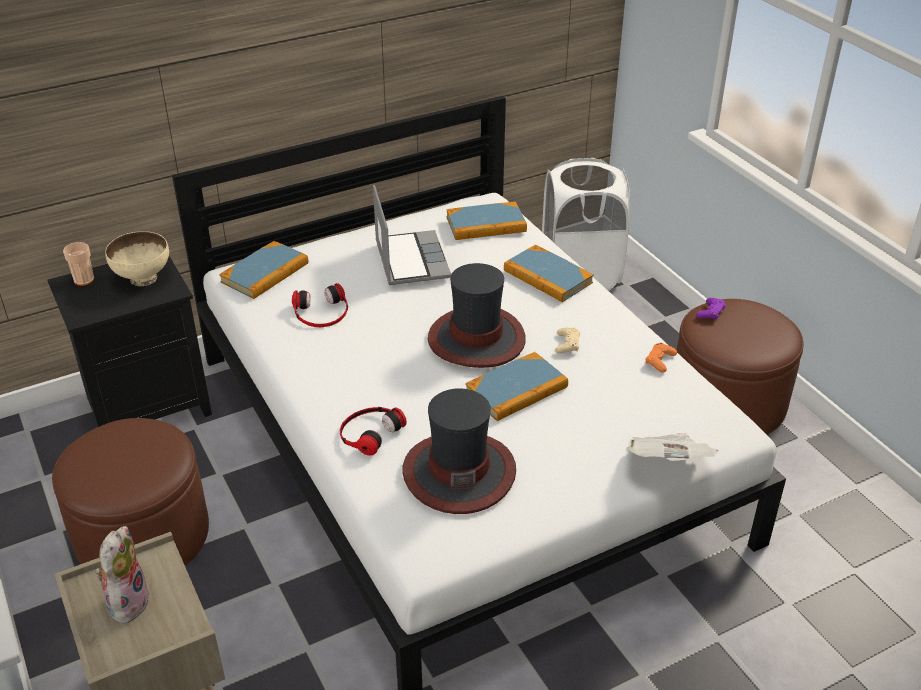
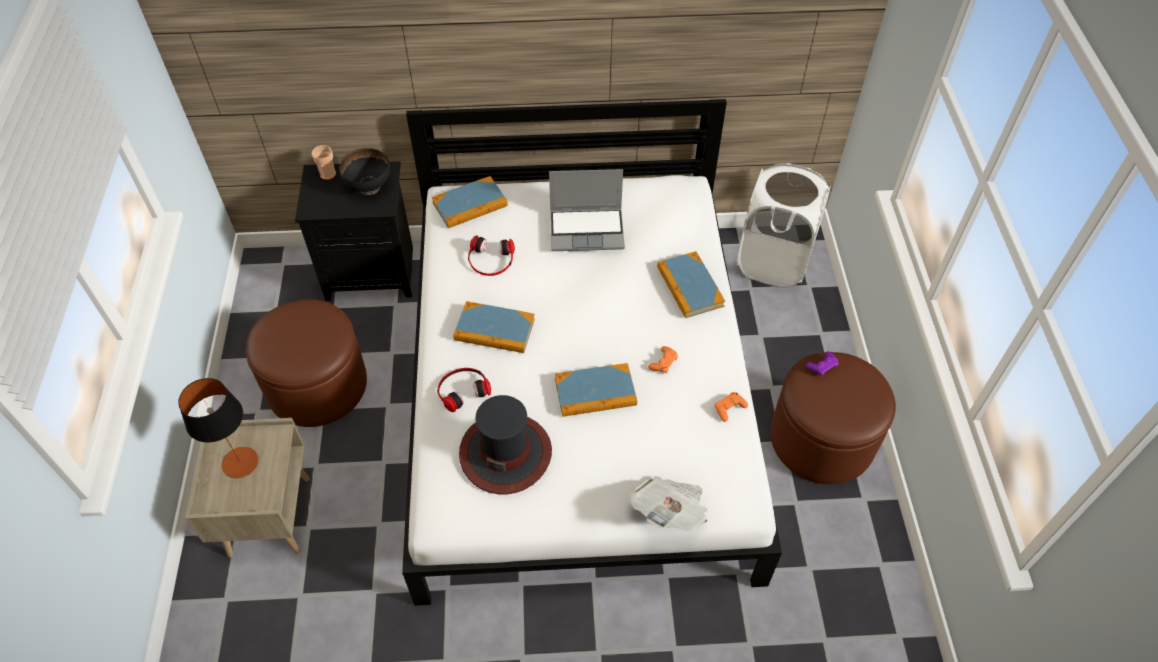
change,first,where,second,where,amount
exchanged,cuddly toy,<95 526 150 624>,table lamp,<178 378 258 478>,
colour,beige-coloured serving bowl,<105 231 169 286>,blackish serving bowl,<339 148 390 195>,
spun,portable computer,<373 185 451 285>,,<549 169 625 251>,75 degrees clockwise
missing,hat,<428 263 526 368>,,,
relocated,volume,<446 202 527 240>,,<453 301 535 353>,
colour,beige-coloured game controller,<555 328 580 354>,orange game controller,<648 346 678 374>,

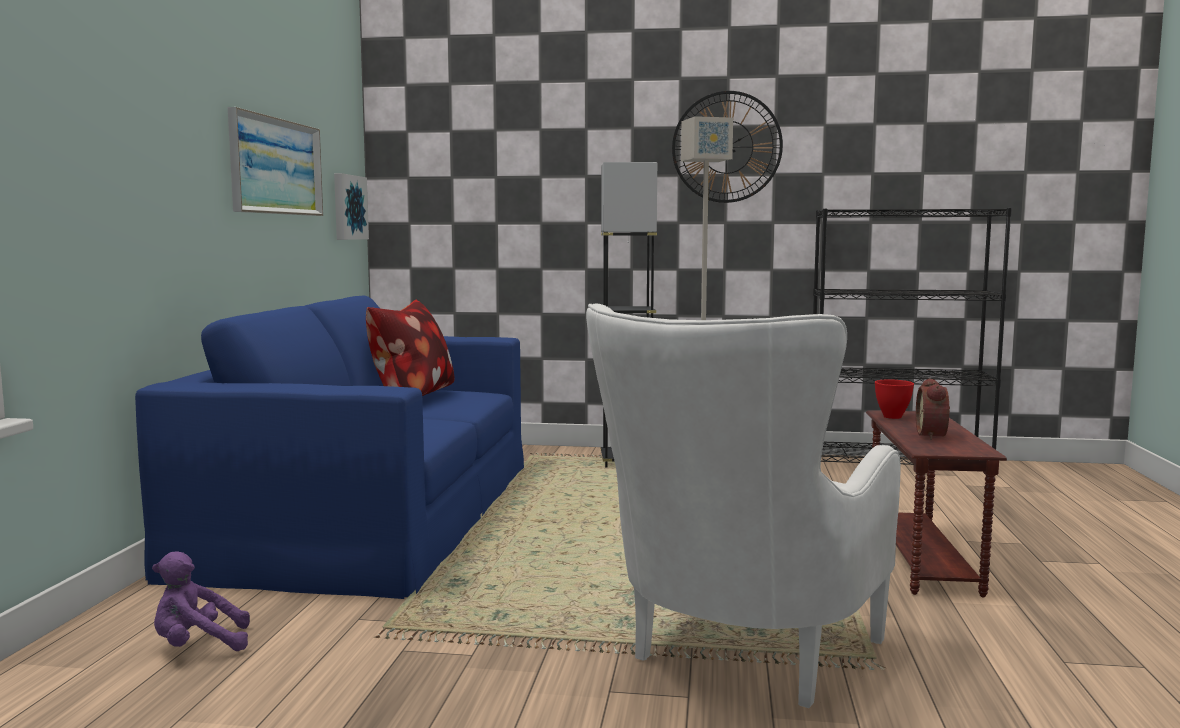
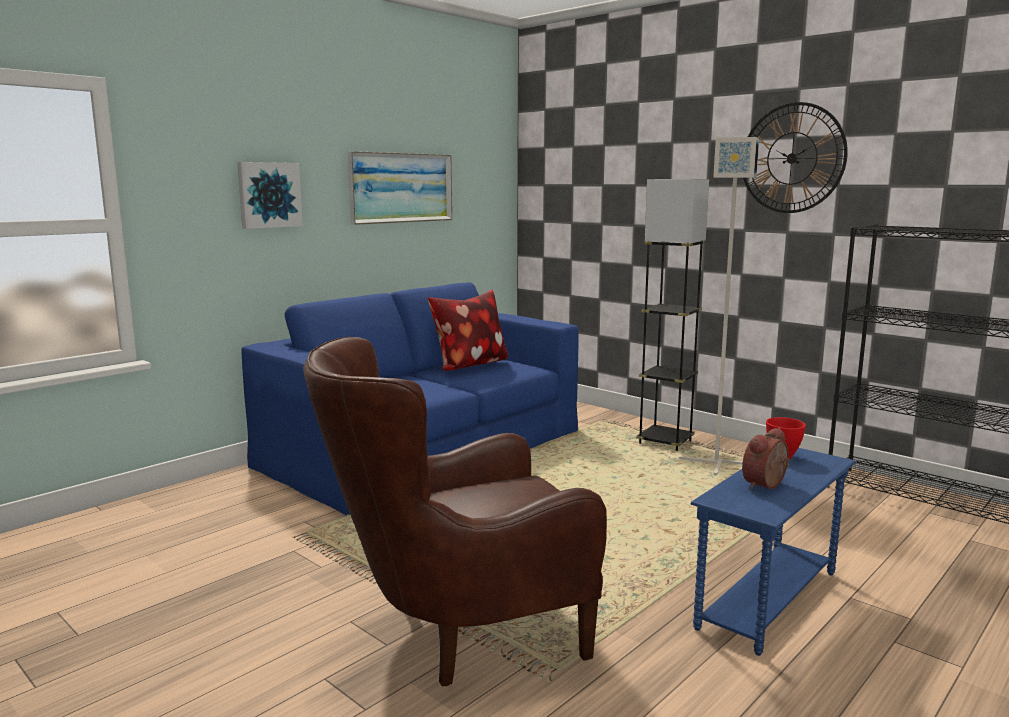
change,first,where,second,where,amount
missing,purple cuddly toy,<152 551 250 651>,,,
relocated,wall picture,<334 173 369 240>,,<237 162 303 229>,
colour,white-coloured easy chair,<586 303 901 708>,brownish easy chair,<303 337 607 686>,
colour,brownish end table,<866 410 1007 598>,bluish end table,<691 448 856 656>,

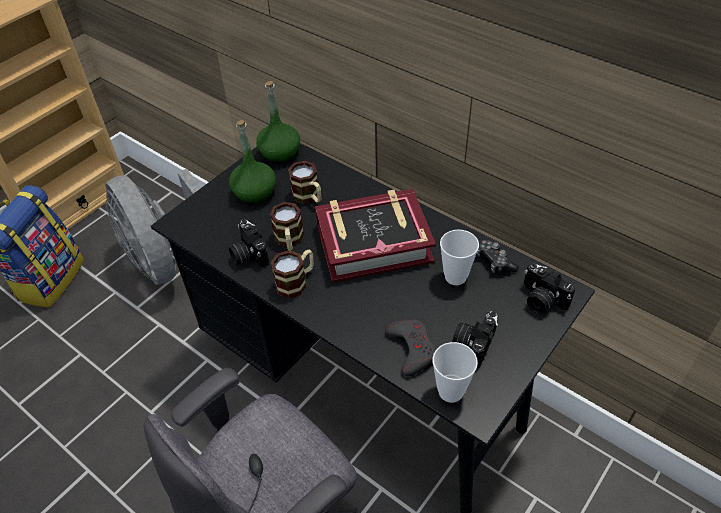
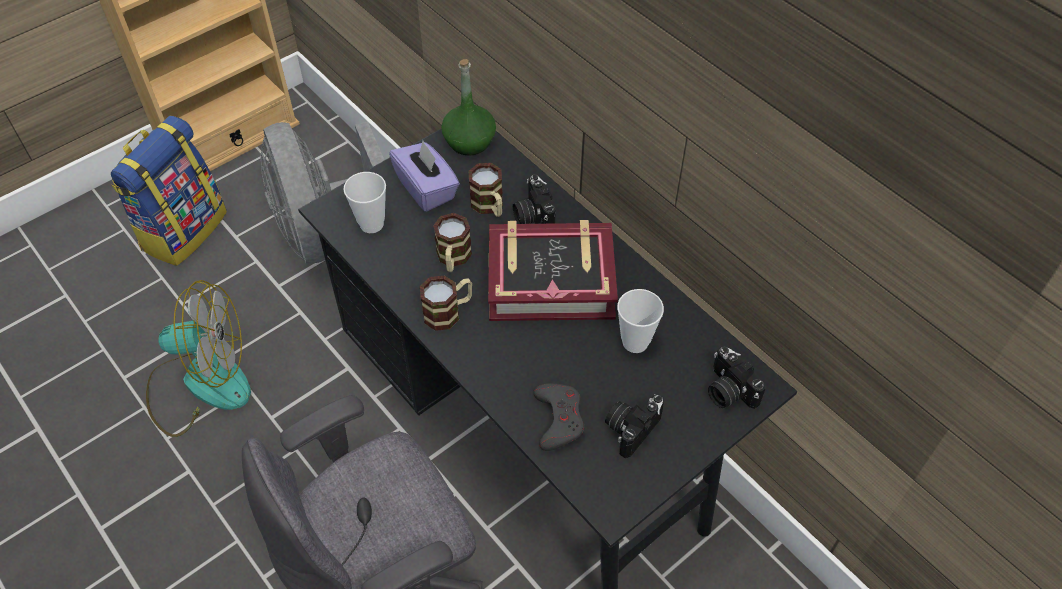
change,first,where,second,where,amount
exchanged,green beverage bottle,<229 120 276 204>,purple box of tissues,<389 140 460 212>,
relocated,still camera,<229 219 269 267>,,<513 174 556 224>,
relocated,cup,<432 342 478 403>,,<343 172 386 233>,
missing,game controller,<477 240 519 273>,,,
appeared,,,electric fan,<146 280 251 437>,

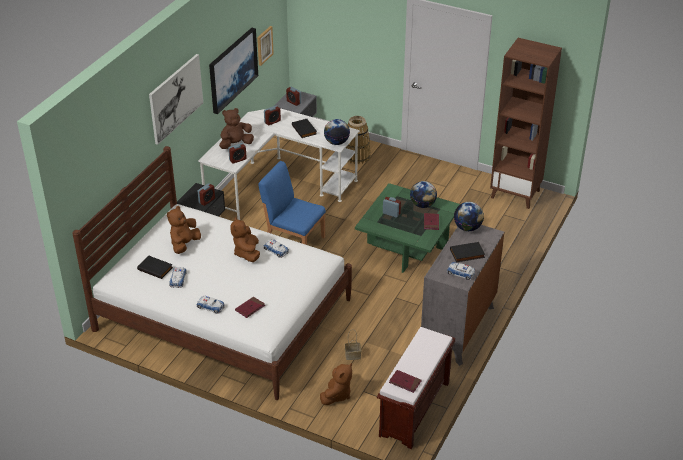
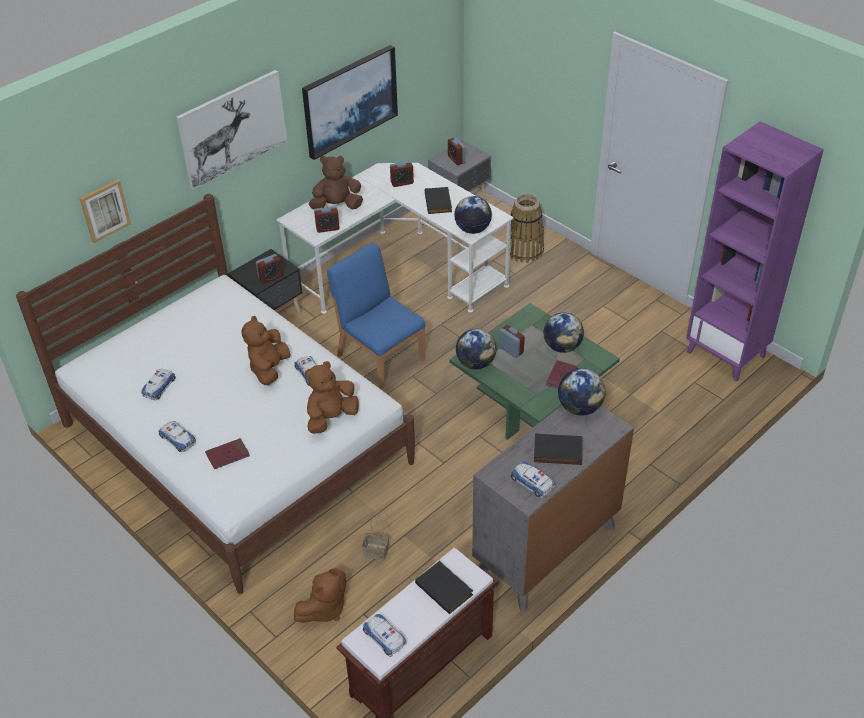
change,first,where,second,where,amount
relocated,blackish volume,<137 256 173 279>,,<415 561 473 614>,
relocated,brownish cuddly toy,<167 206 201 254>,,<305 361 359 434>,
relocated,wall picture,<257 26 274 66>,,<80 179 131 243>,
exchanged,red-coloured volume,<389 370 421 393>,toy car,<363 614 407 657>,
colour,brownish shelving unit,<490 38 562 209>,purple shelving unit,<686 121 824 382>,
appeared,,,world globe,<456 329 497 369>,

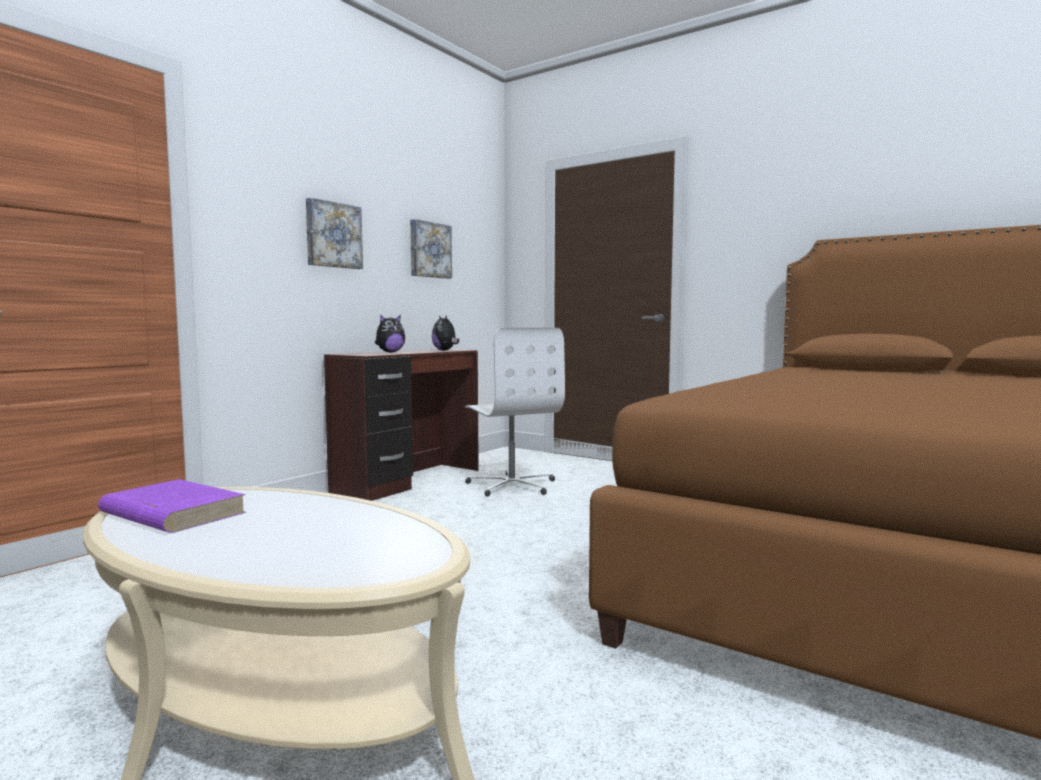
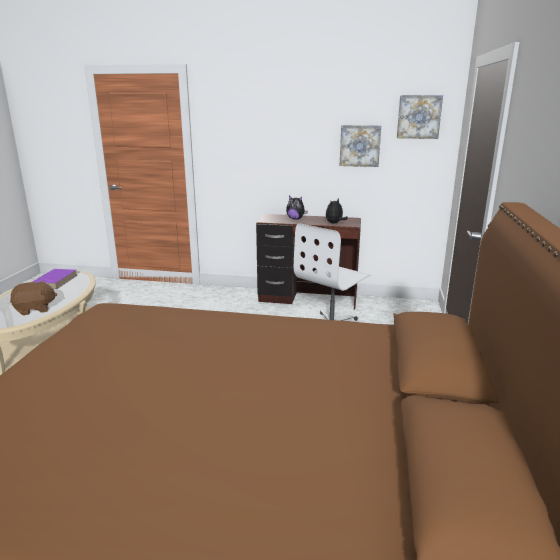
change,first,where,second,where,amount
relocated,wall picture,<306 198 363 269>,,<397 95 443 139>,
appeared,,,brownish cuddly toy,<10 281 57 315>,

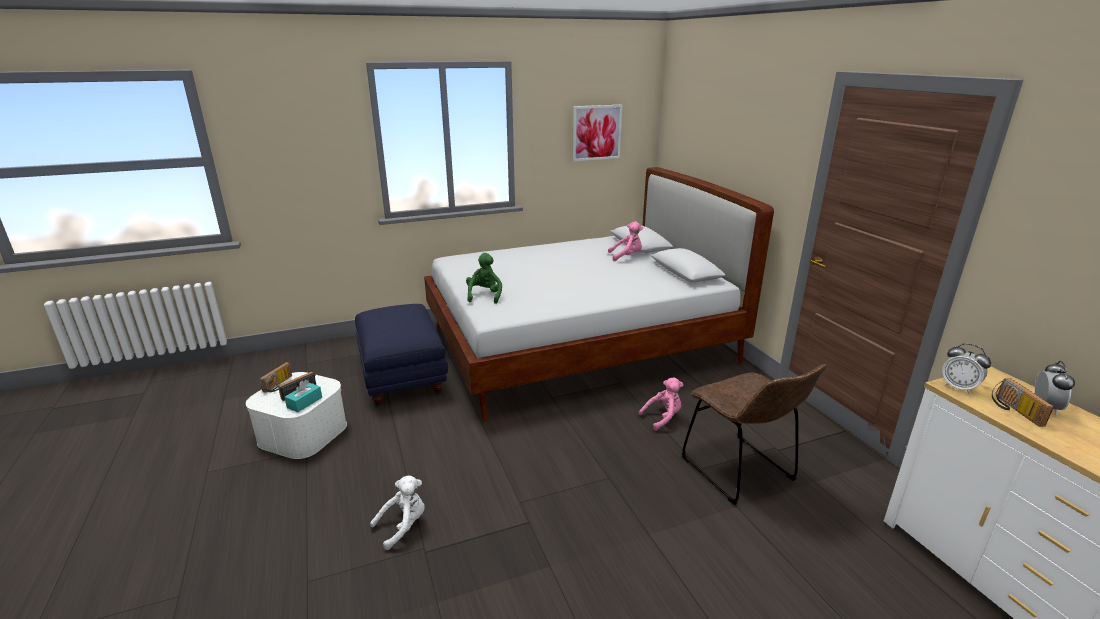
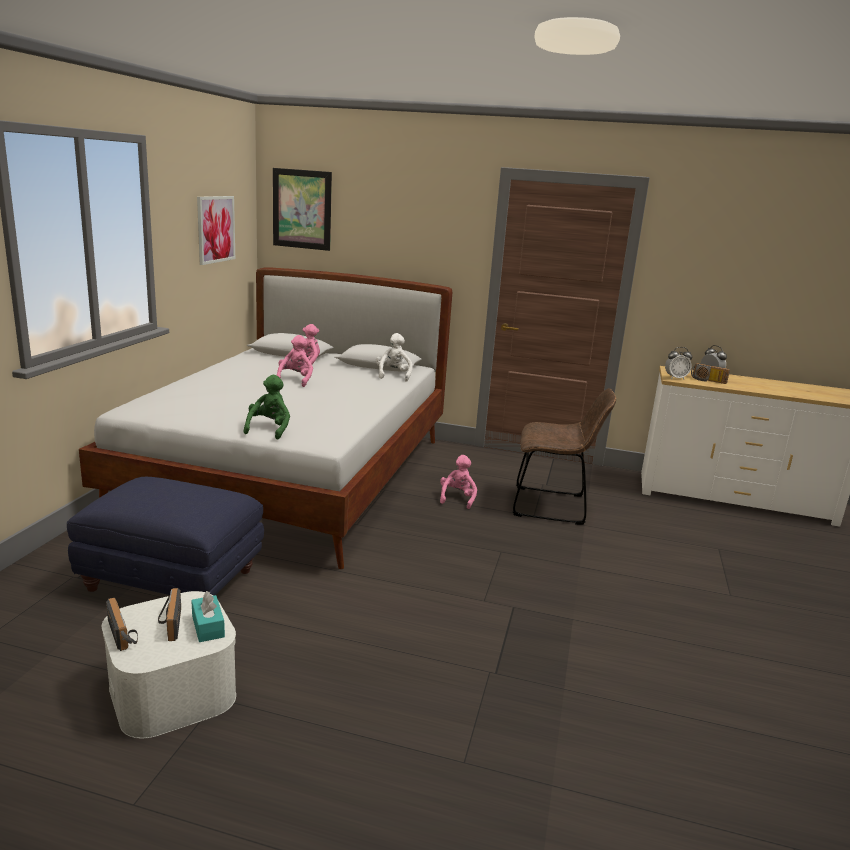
change,first,where,second,where,amount
relocated,white-coloured cuddly toy,<370 475 424 550>,,<376 333 413 382>,
spun,green cuddly toy,<466 253 502 304>,,<243 375 290 440>,60 degrees clockwise
appeared,,,wall picture,<273 168 332 251>,
appeared,,,pink-coloured cuddly toy,<277 335 313 387>,

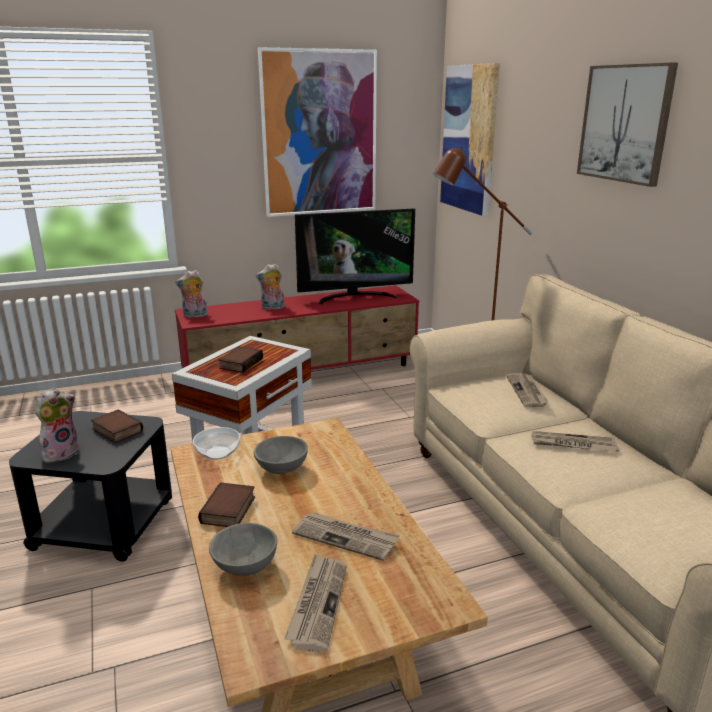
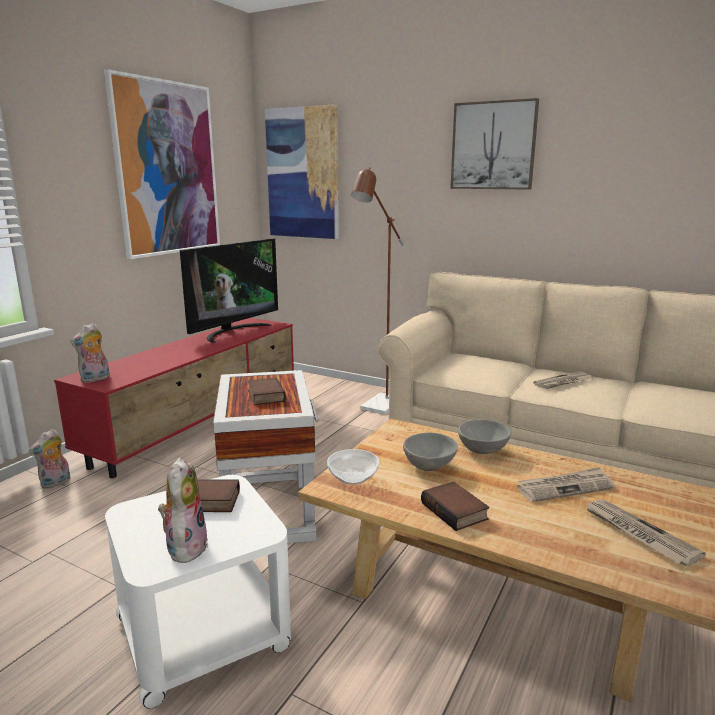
change,first,where,second,where,amount
colour,blackish end table,<9 411 172 561>,white-coloured end table,<105 475 291 709>,
relocated,grey serving bowl,<209 523 277 576>,,<458 420 511 454>,
relocated,cuddly toy,<256 264 285 310>,,<29 429 70 489>,
missing,daily paper,<506 373 549 407>,,,

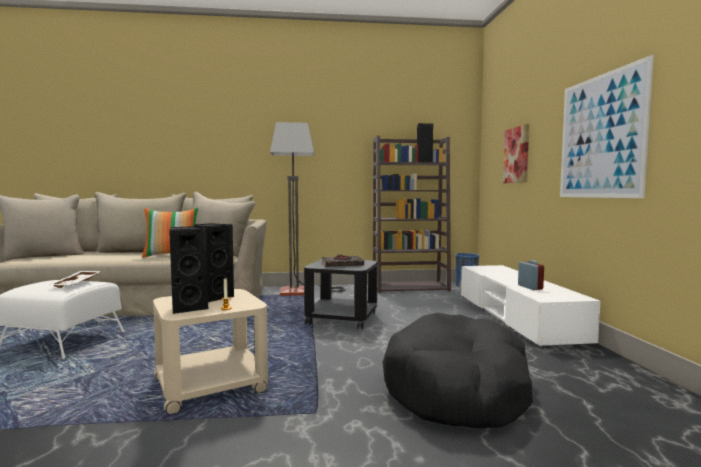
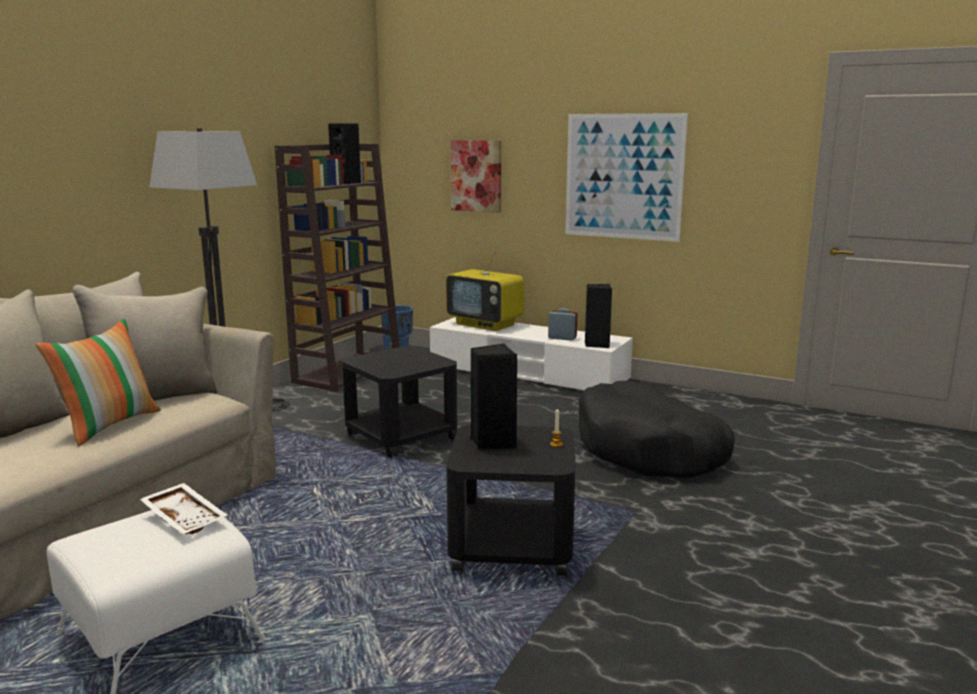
change,first,where,second,where,amount
colour,beige-coloured end table,<153 289 268 414>,blackish end table,<446 425 576 578>,
relocated,blackish loudspeaker,<169 226 208 314>,,<585 284 612 348>,
missing,blackish volume,<322 255 364 267>,,,
appeared,,,TV set,<446 242 524 331>,

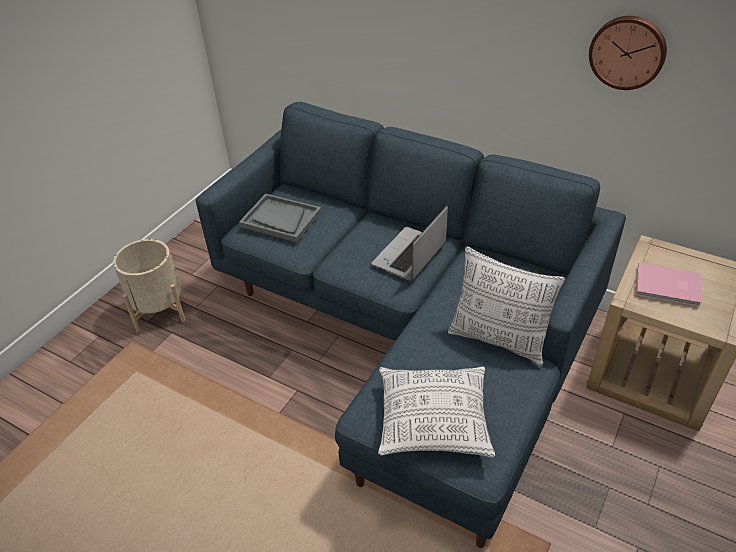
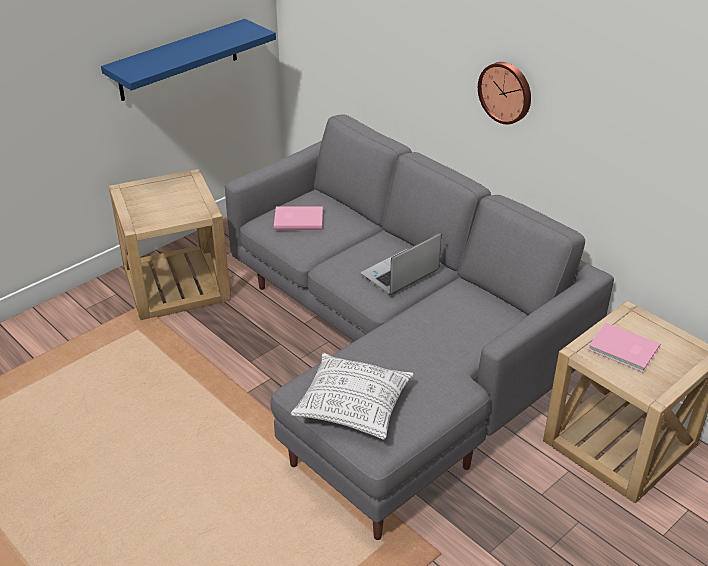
change,first,where,second,where,amount
exchanged,beige-coloured planter,<113 239 186 332>,beige-coloured end table,<109 169 231 320>,
colour,bluish settee,<196 102 626 548>,grey settee,<225 114 614 540>,
exchanged,grey serving tray,<239 193 321 242>,pink-coloured volume,<274 206 323 230>,
missing,cushion,<448 247 565 366>,,,
relocated,hanging clock,<589 16 667 90>,,<478 62 531 125>,
appeared,,,bluish bracket shelf,<101 19 276 101>,

